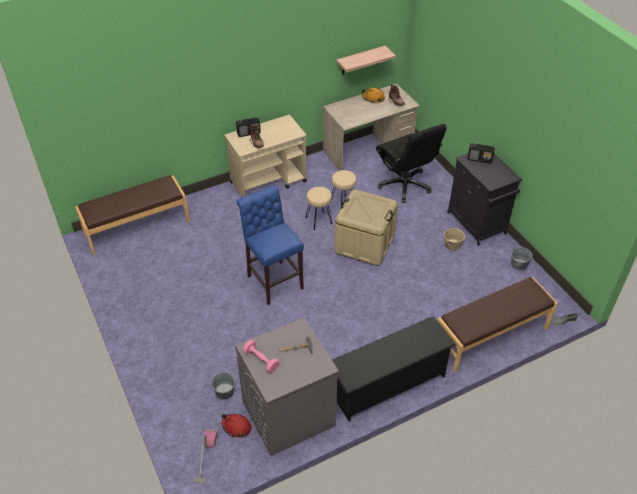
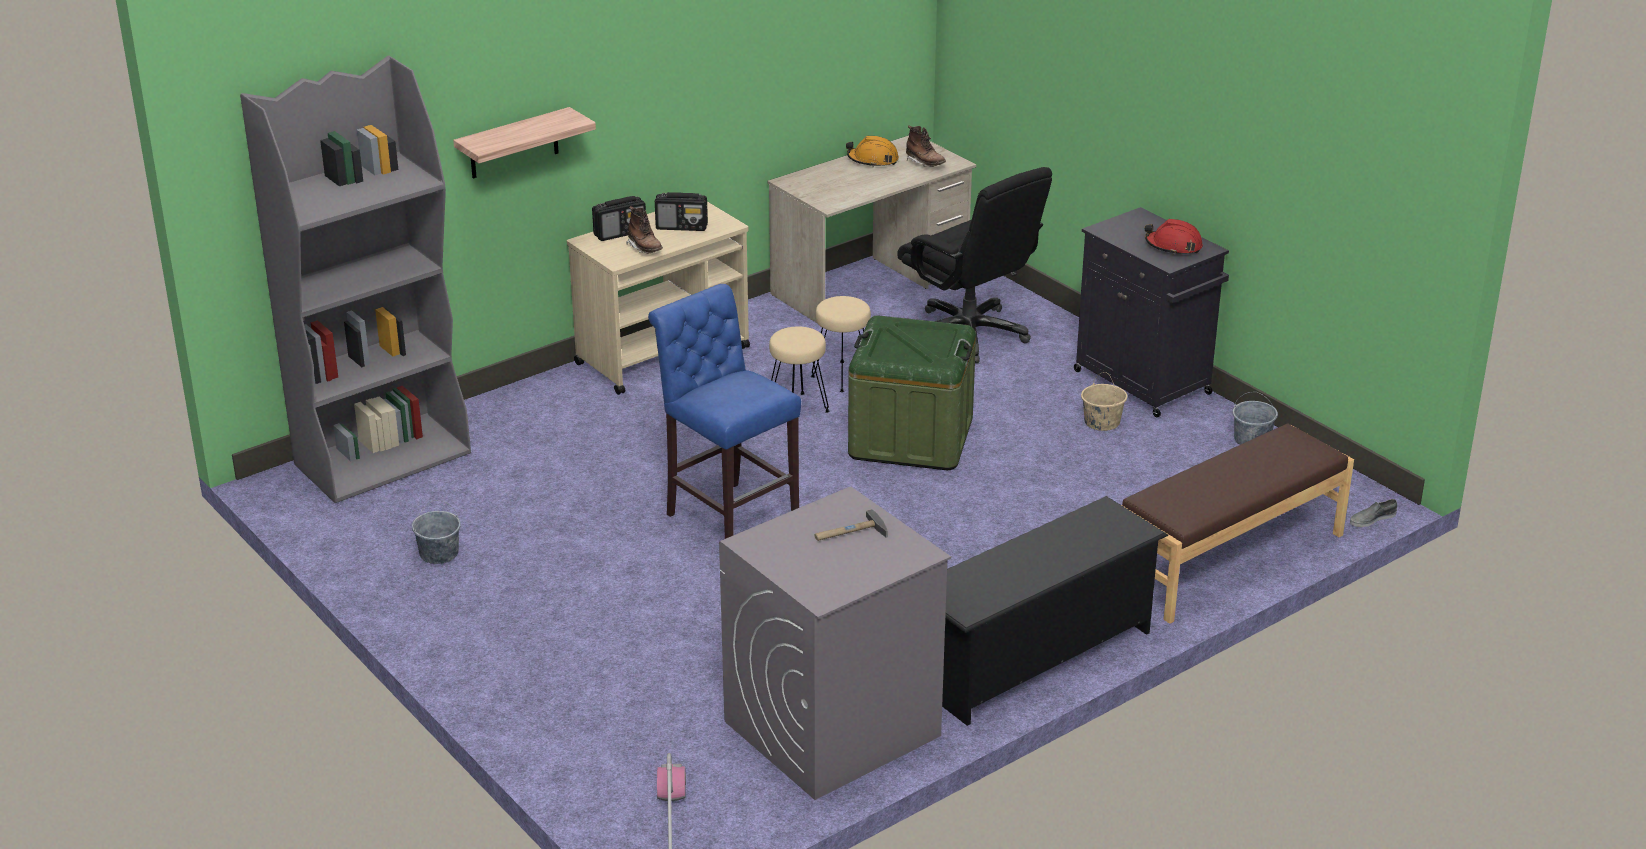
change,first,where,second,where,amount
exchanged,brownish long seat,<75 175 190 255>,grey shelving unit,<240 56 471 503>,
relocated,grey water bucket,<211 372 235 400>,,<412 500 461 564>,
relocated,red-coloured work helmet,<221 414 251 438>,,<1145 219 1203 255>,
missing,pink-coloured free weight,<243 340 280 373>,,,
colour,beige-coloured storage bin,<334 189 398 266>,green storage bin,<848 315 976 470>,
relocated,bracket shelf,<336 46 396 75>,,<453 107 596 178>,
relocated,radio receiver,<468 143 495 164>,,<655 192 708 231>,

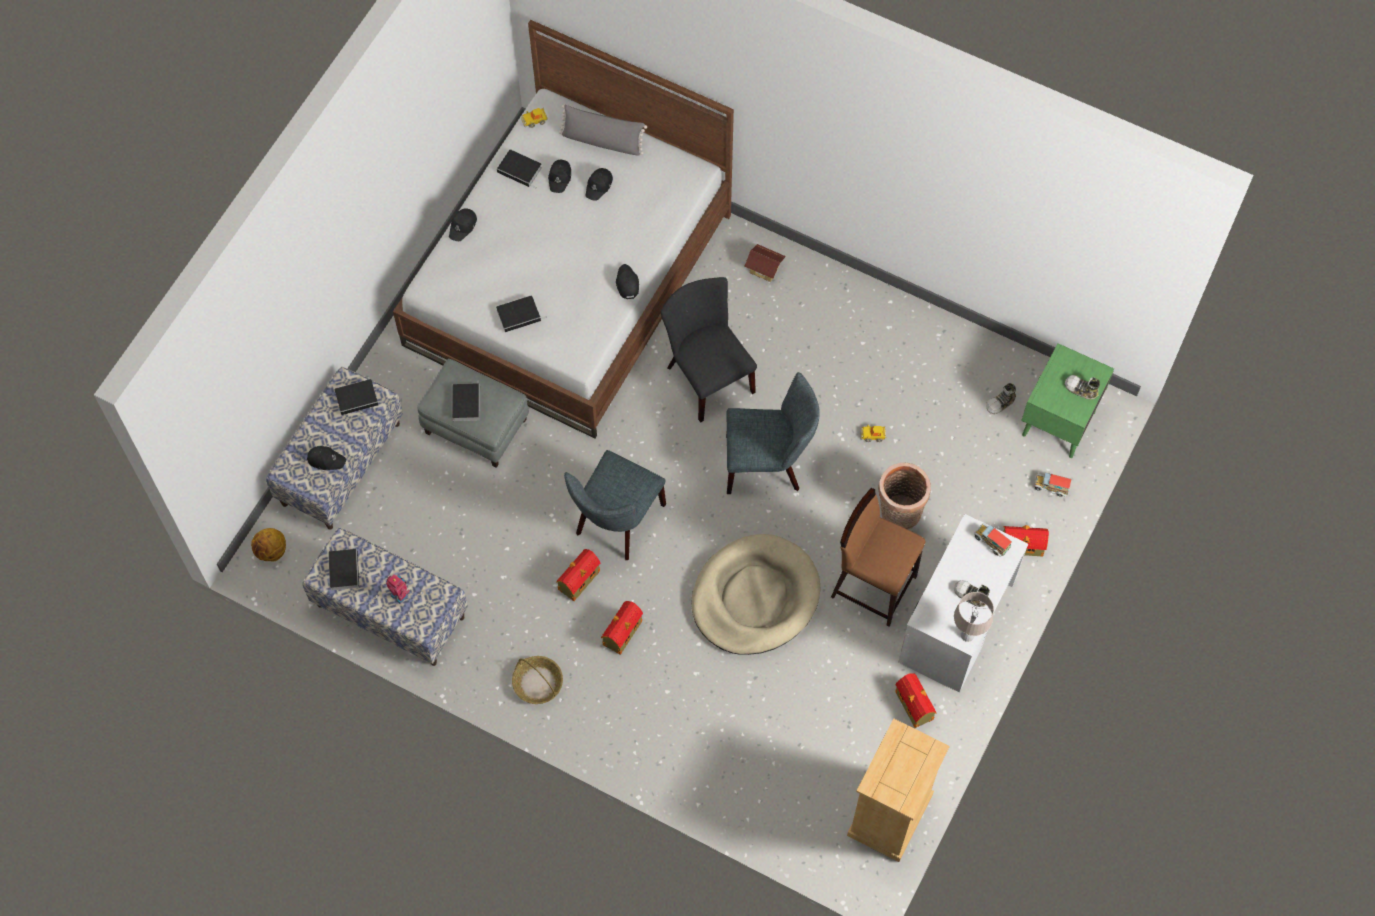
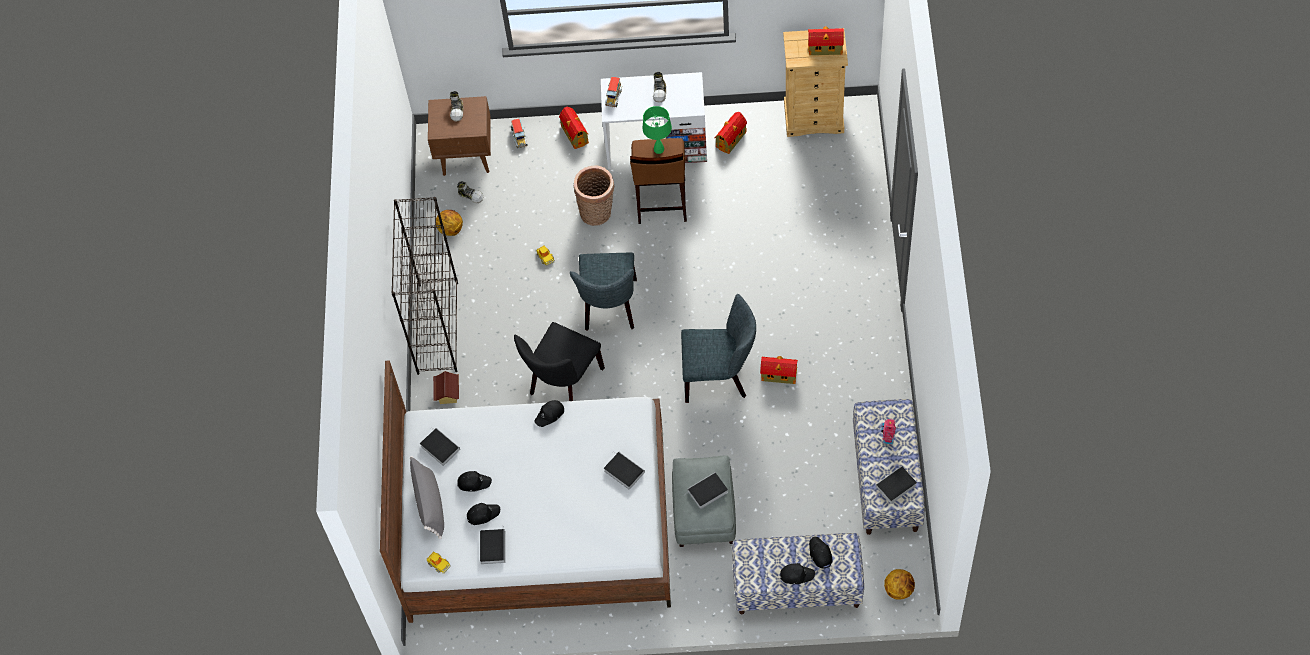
change,first,where,second,where,amount
relocated,volume,<335 379 382 415>,,<420 428 460 466>,
relocated,blackish cap,<449 208 477 241>,,<780 563 815 584>,
missing,household basket,<512 656 563 704>,,,
relocated,toy house,<601 601 643 655>,,<808 26 844 55>,
missing,beige-coloured dog bed,<691 534 820 655>,,,
spun,grey chair,<726 372 820 494>,,<570 253 637 331>,150 degrees counterclockwise
missing,beige-coloured table lamp,<954 592 994 642>,,,
colour,green night table,<1021 343 1114 458>,brownish night table,<428 96 491 176>,
appeared,,,blackish shelving unit,<391 197 458 375>,
appeared,,,basketball,<436 210 463 236>,
appeared,,,green table lamp,<642 106 672 154>,

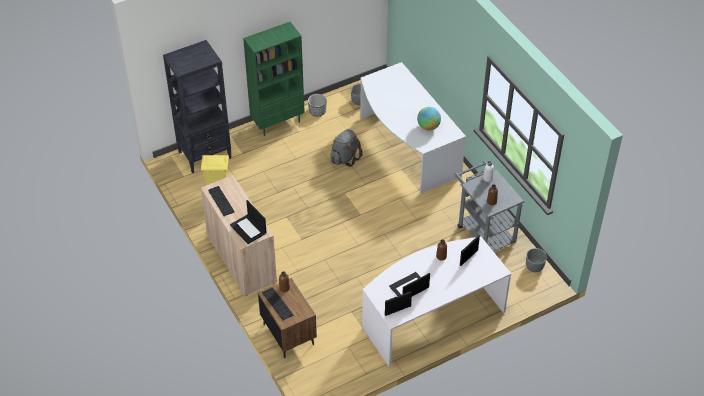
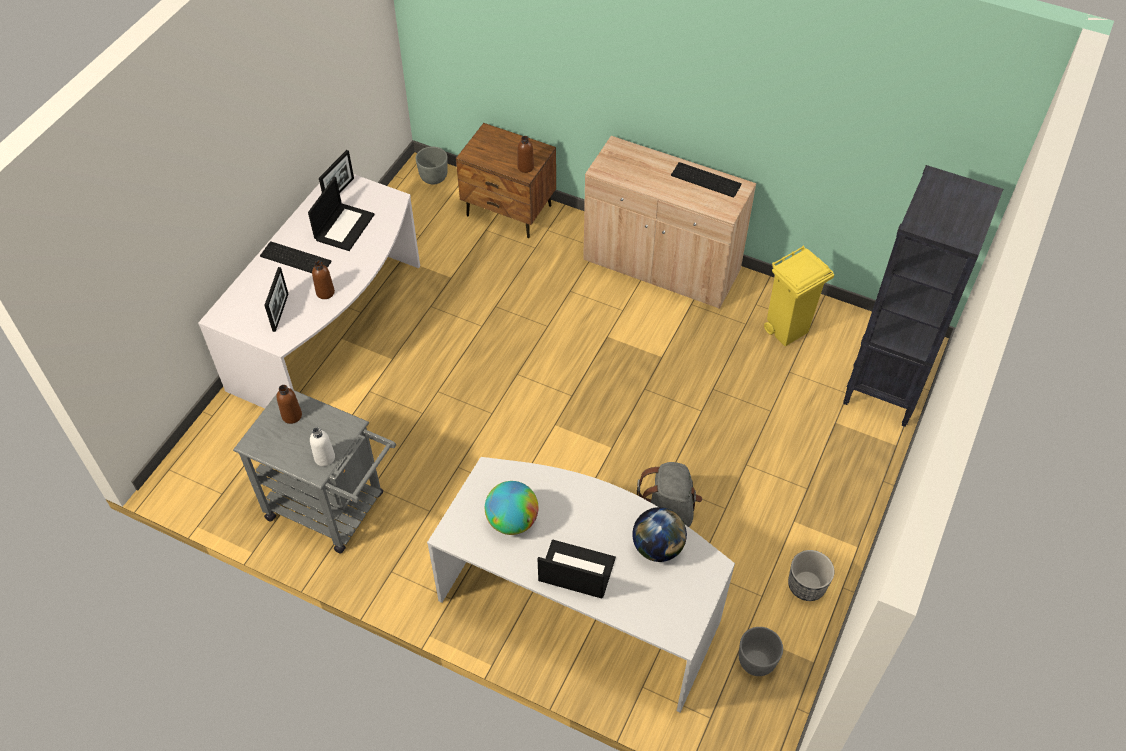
change,first,where,second,where,amount
relocated,portable computer,<230 200 266 244>,,<538 540 616 599>,
missing,green shelving unit,<243 22 305 136>,,,
relocated,PC keyboard,<262 287 293 320>,,<260 241 332 273>,
relocated,grey planter,<526 248 547 272>,,<416 147 448 184>,
appeared,,,world globe,<632 507 687 562>,

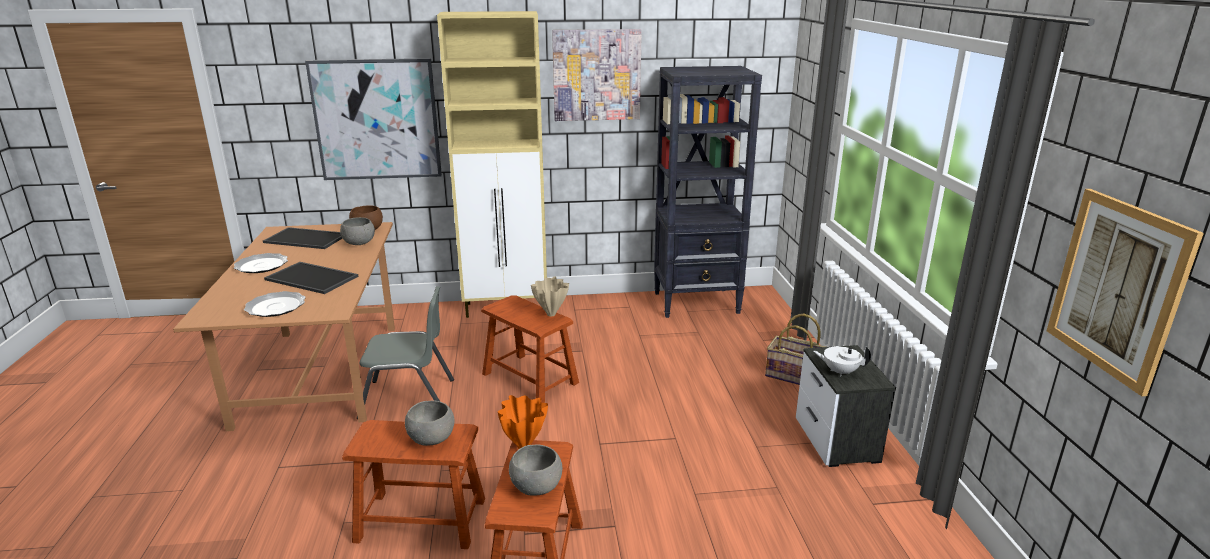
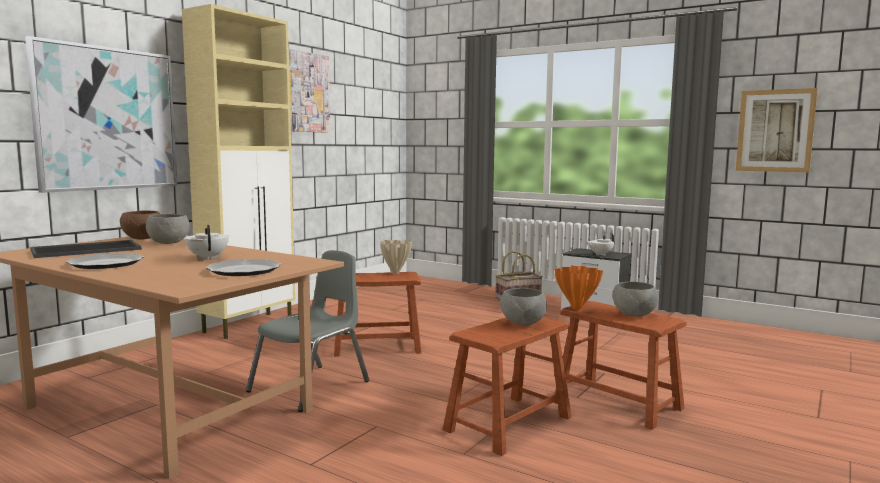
change,first,where,second,where,amount
exchanged,serving tray,<264 262 359 294>,white-coloured tea pot,<185 225 229 260>,
missing,blackish shelving unit,<654 66 762 318>,,,

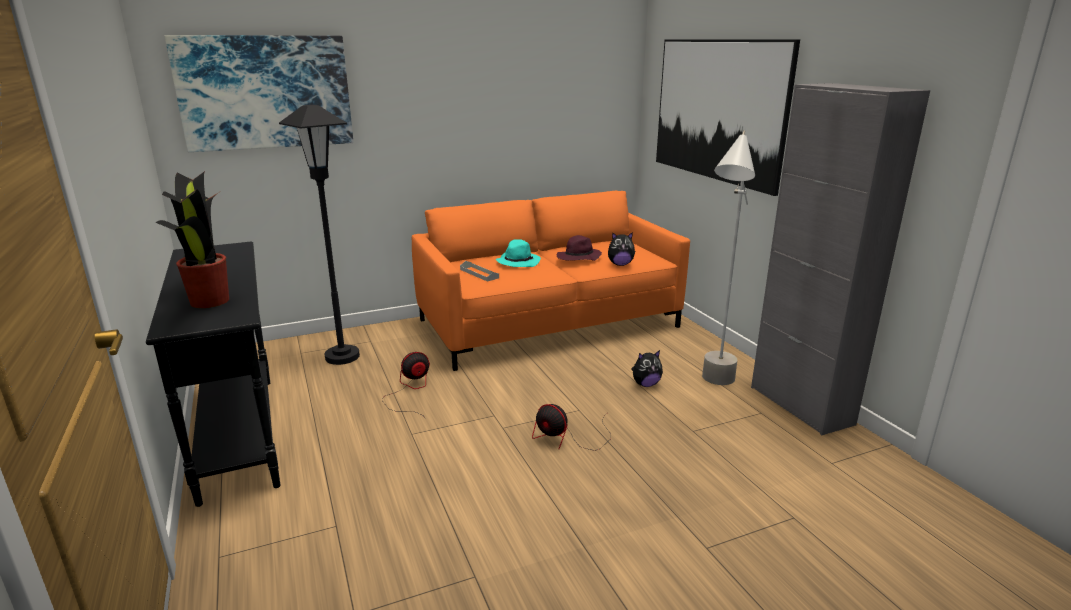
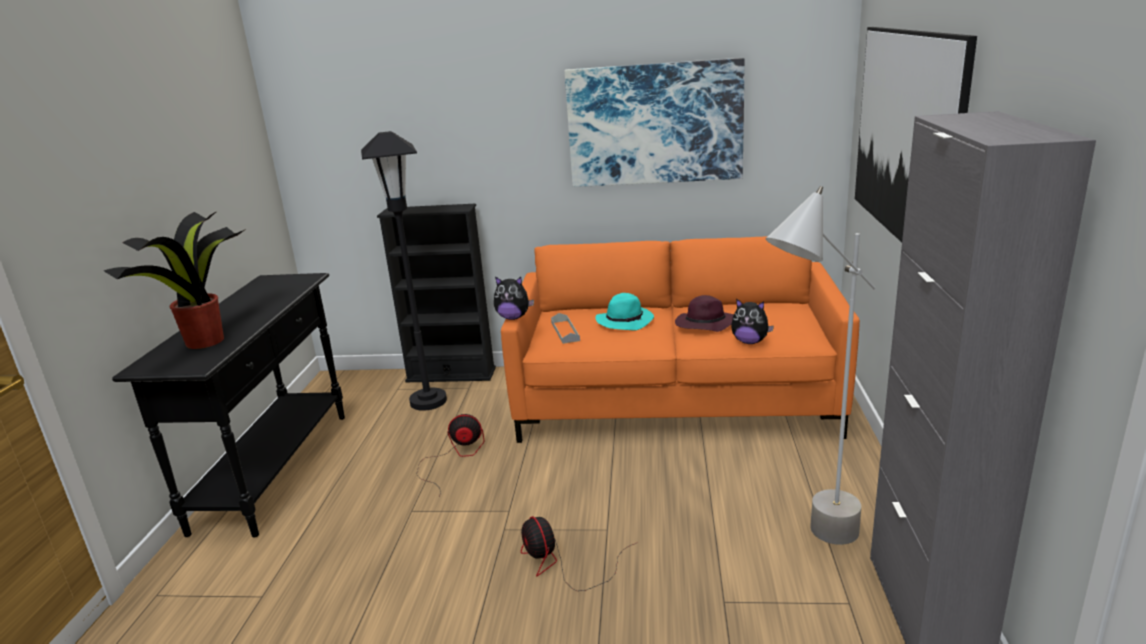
change,first,where,second,where,amount
relocated,wall picture,<165 35 353 152>,,<565 58 745 187>,
relocated,cuddly toy,<631 350 663 387>,,<494 277 534 320>,
appeared,,,blackish shelving unit,<377 204 496 382>,

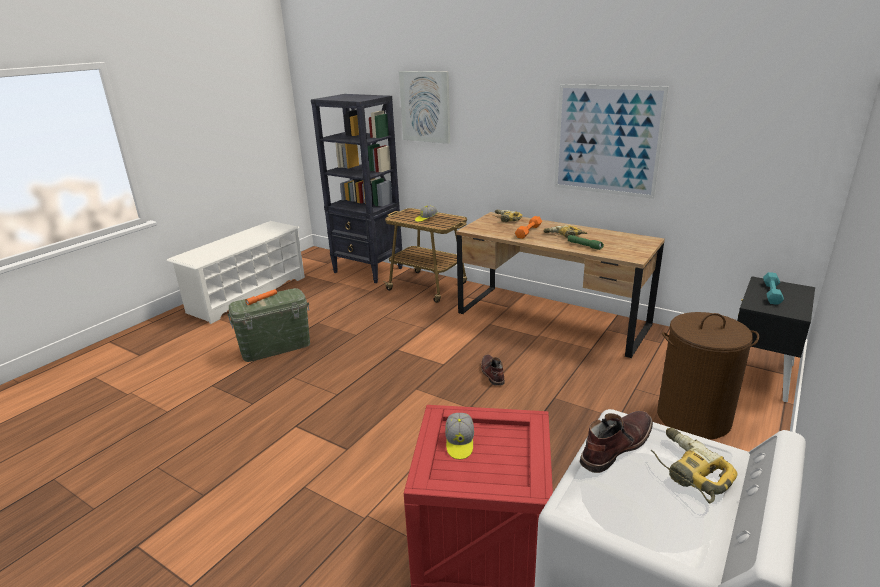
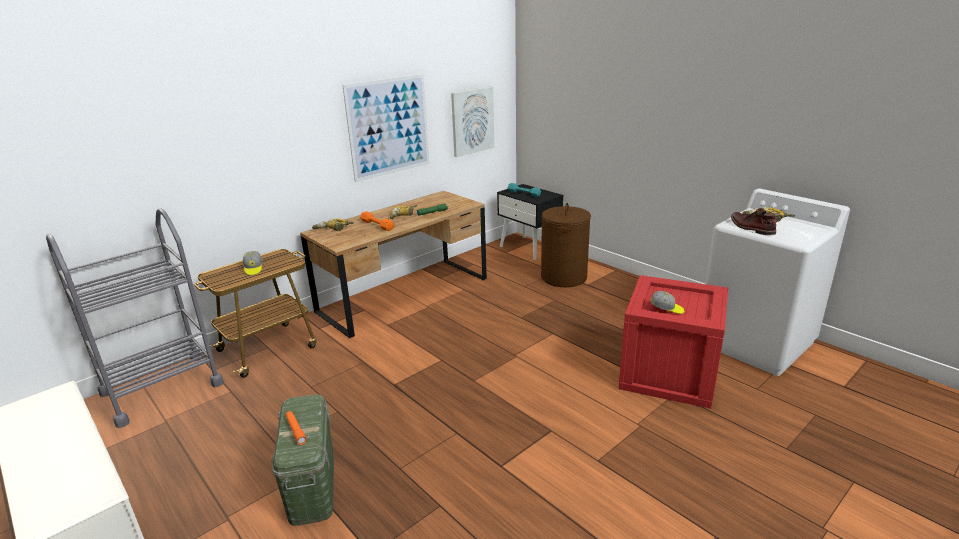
change,first,where,second,where,amount
exchanged,blackish shelving unit,<311 94 402 283>,grey cart,<46 208 224 428>,
relocated,wall picture,<399 71 450 144>,,<451 87 494 157>,
missing,brownish tall boot,<481 354 505 386>,,,

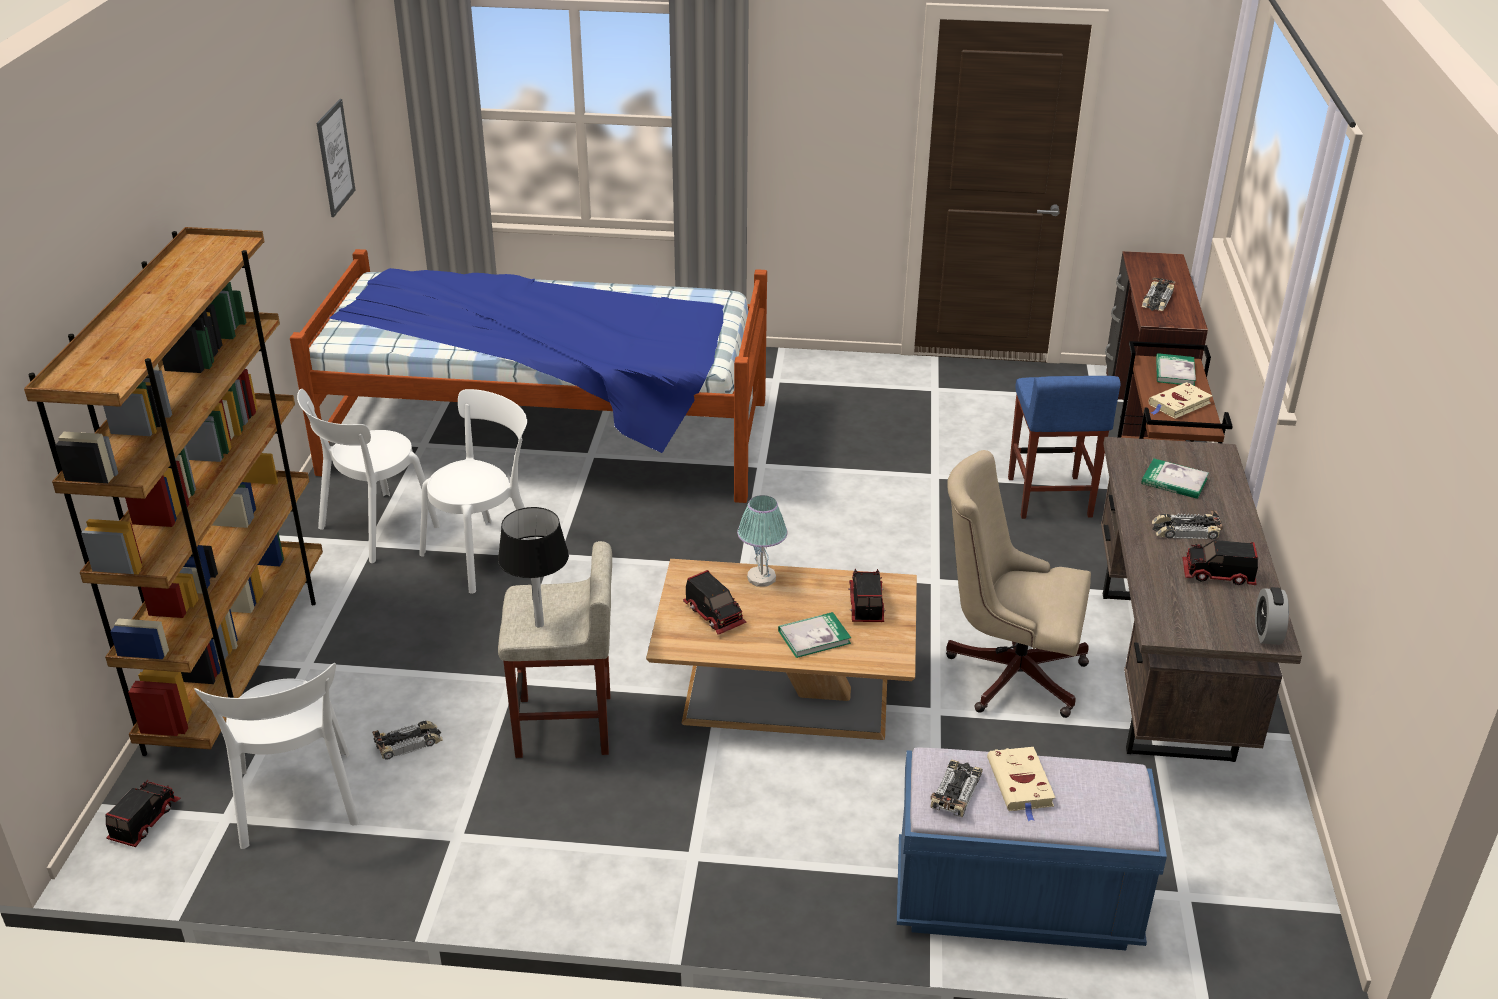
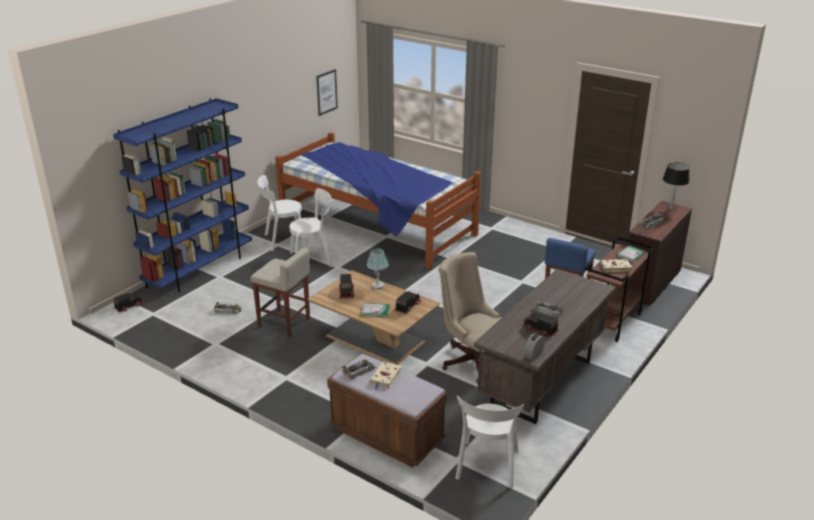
change,first,where,second,where,amount
colour,brownish shelving unit,<24 227 323 756>,bluish shelving unit,<113 98 252 292>,
relocated,white-coloured chair,<194 663 359 849>,,<456 396 524 488>,
relocated,blackish table lamp,<498 507 569 628>,,<663 162 689 210>,
colour,bluish long seat,<897 748 1167 950>,brownish long seat,<327 354 447 467>,
missing,volume,<1141 458 1209 499>,,,

